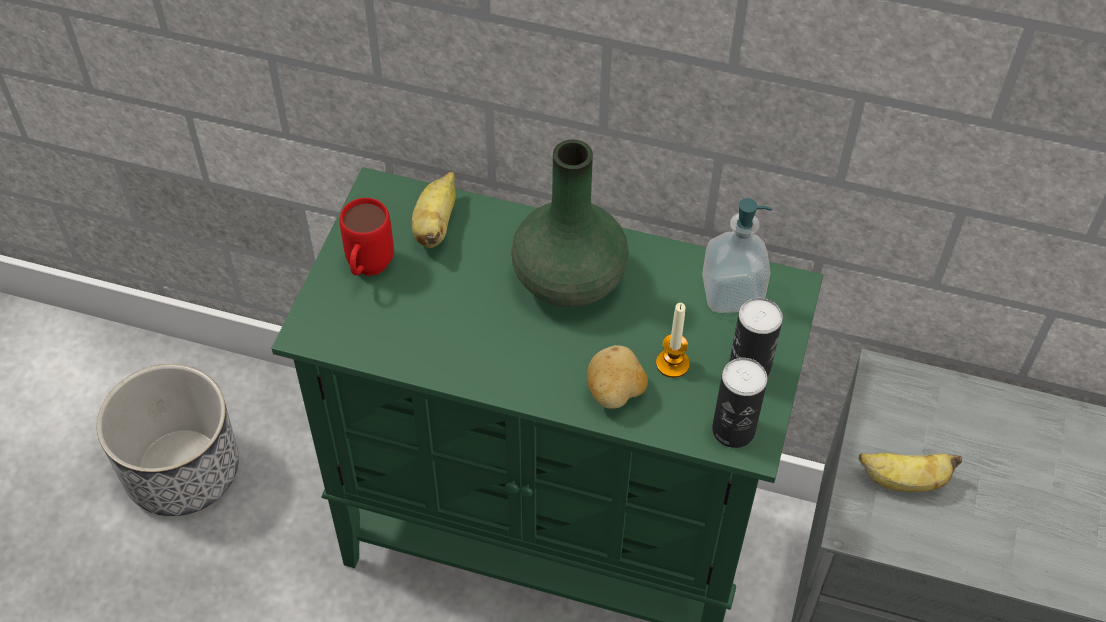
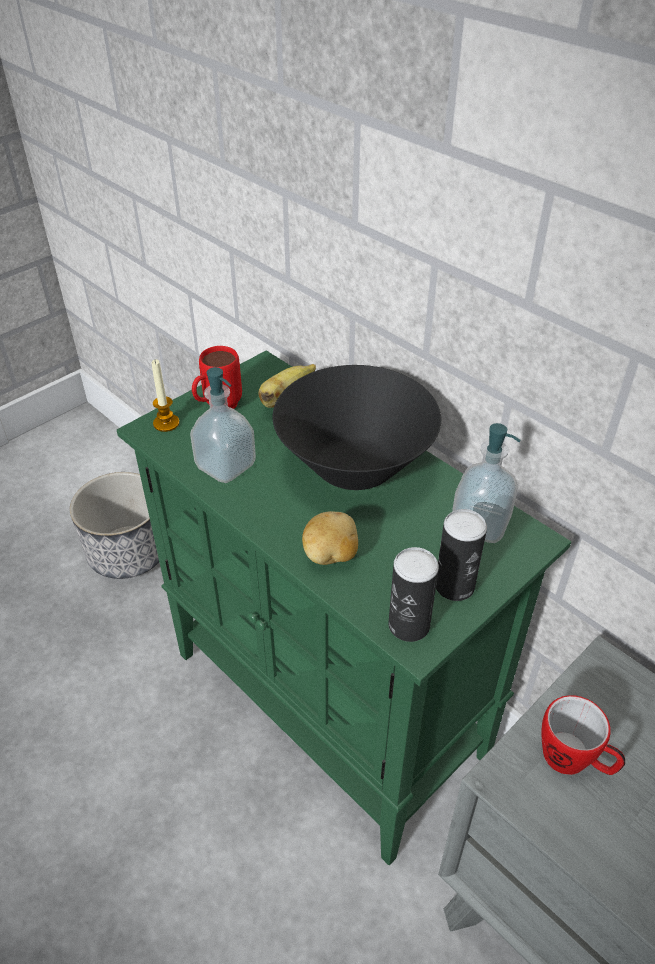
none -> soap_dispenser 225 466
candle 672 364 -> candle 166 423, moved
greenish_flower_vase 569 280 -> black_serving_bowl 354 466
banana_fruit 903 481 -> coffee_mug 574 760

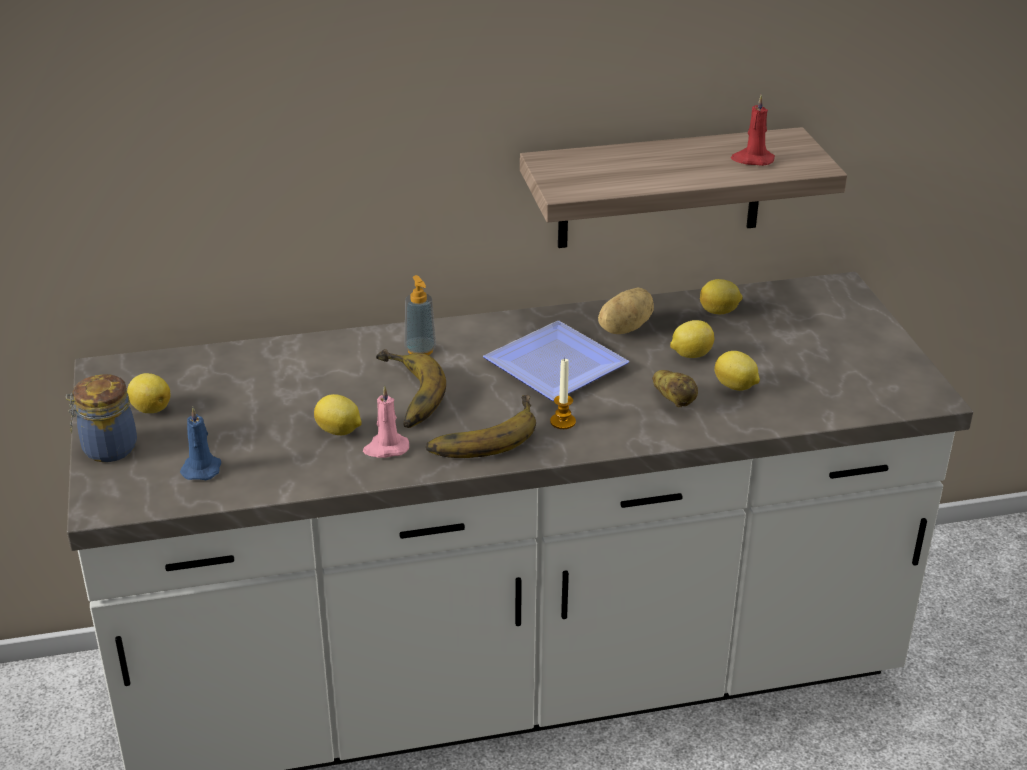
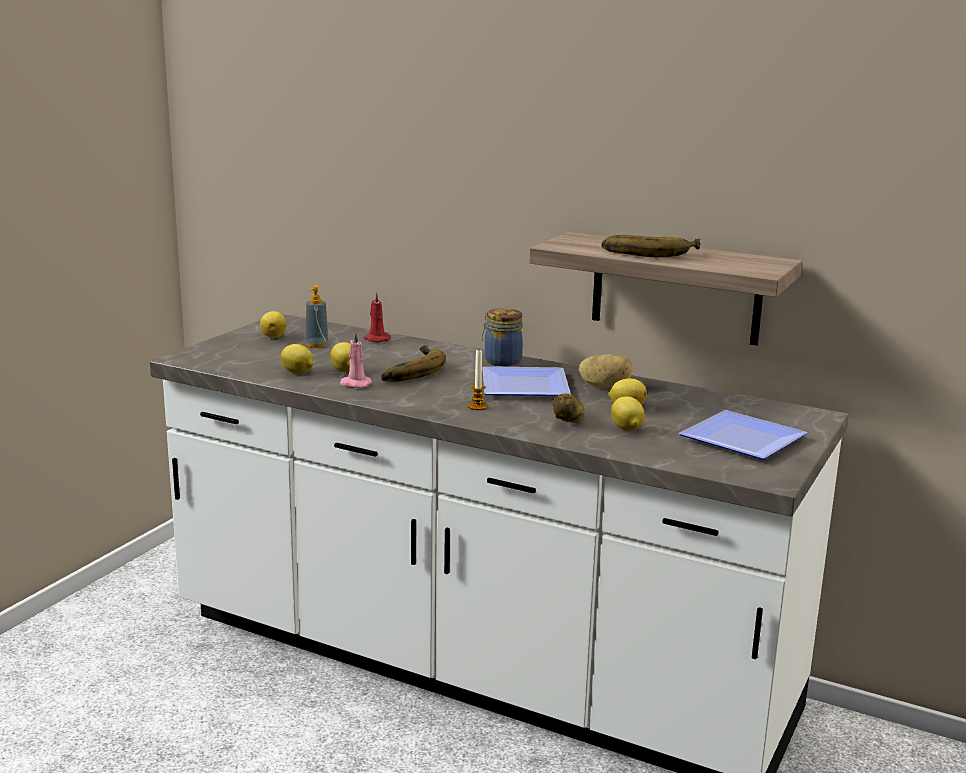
blue-coloured_candle 202 468 -> none
none -> flat_dish 741 438
preserve_jar 107 448 -> preserve_jar 501 361, moved
soap_dispenser 420 350 -> soap_dispenser 317 345, moved
banana_fruit 480 434 -> banana_fruit 649 251, moved
citrus_fruit 719 311 -> citrus_fruit 298 373, moved
reddish_candle 752 159 -> reddish_candle 376 339, moved

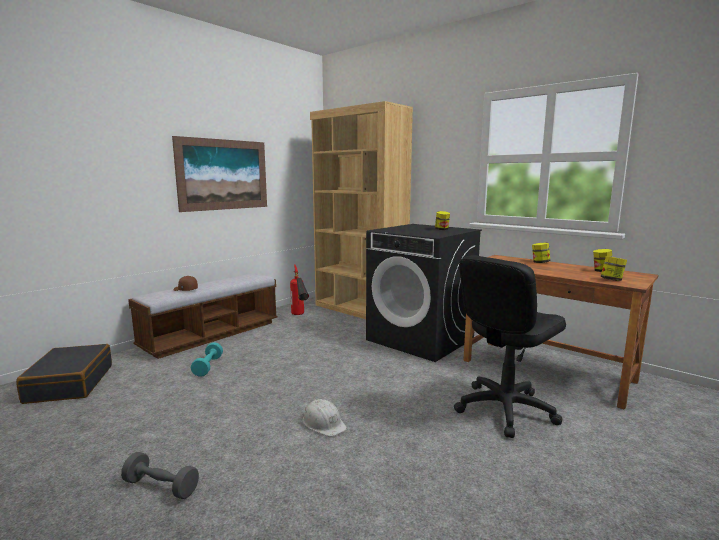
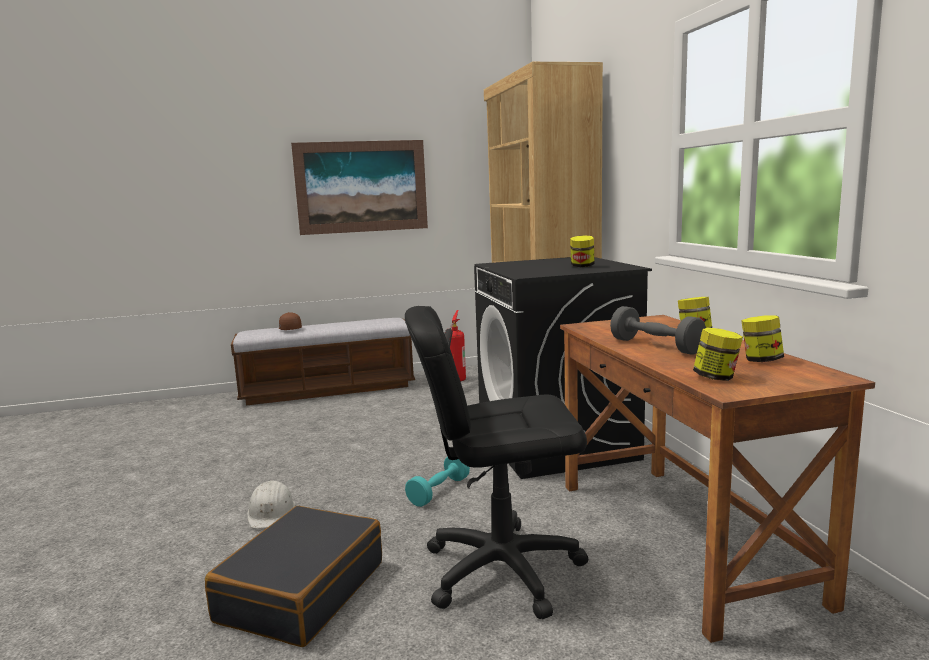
black_travel_case 69 383 -> black_travel_case 301 591, moved
grey_dumbbell 161 487 -> grey_dumbbell 656 346, moved
blue-green_dumbbell 208 366 -> blue-green_dumbbell 439 491, moved

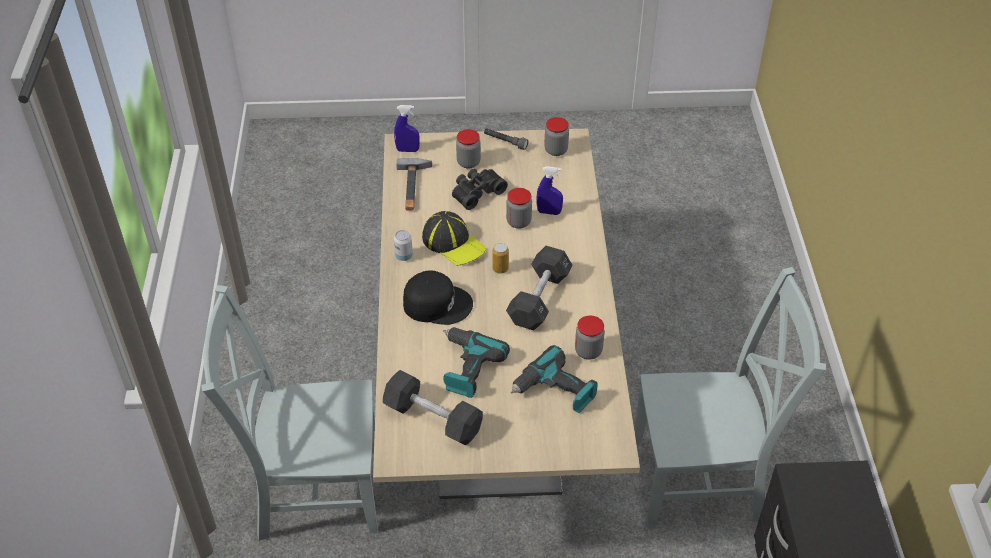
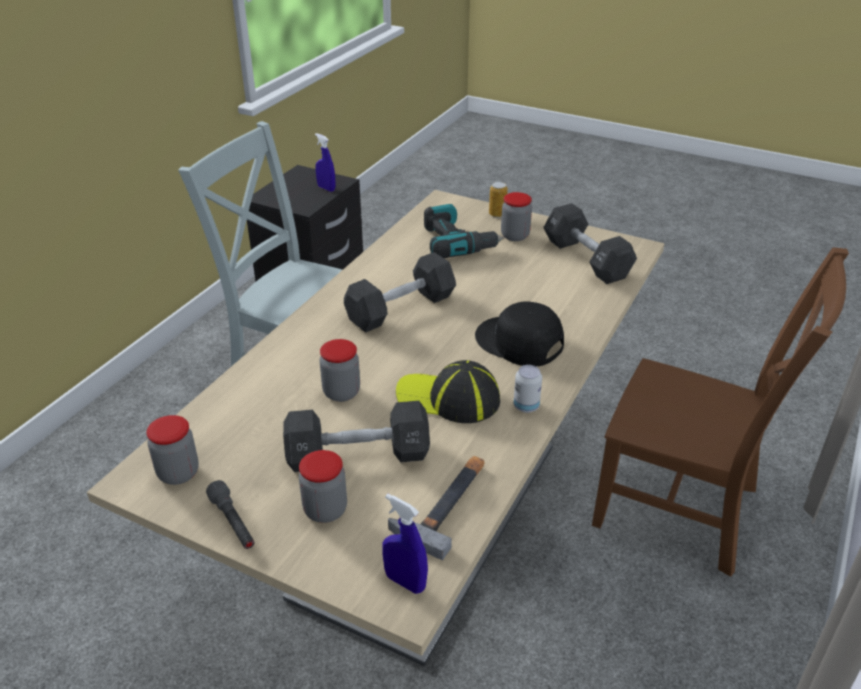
electric_drill 466 367 -> none
sealed_can 500 269 -> sealed_can 497 214, moved
blue-coloured_hand_sprayer 549 212 -> blue-coloured_hand_sprayer 326 188, moved
preserve_jar 588 351 -> preserve_jar 515 236, moved
black_field_glasses 476 192 -> black_dumbbell 358 455
grey_plain_chair 313 489 -> brown_plain_chair 683 510
peaked_cap 453 243 -> peaked_cap 448 399, 60 degrees counterclockwise

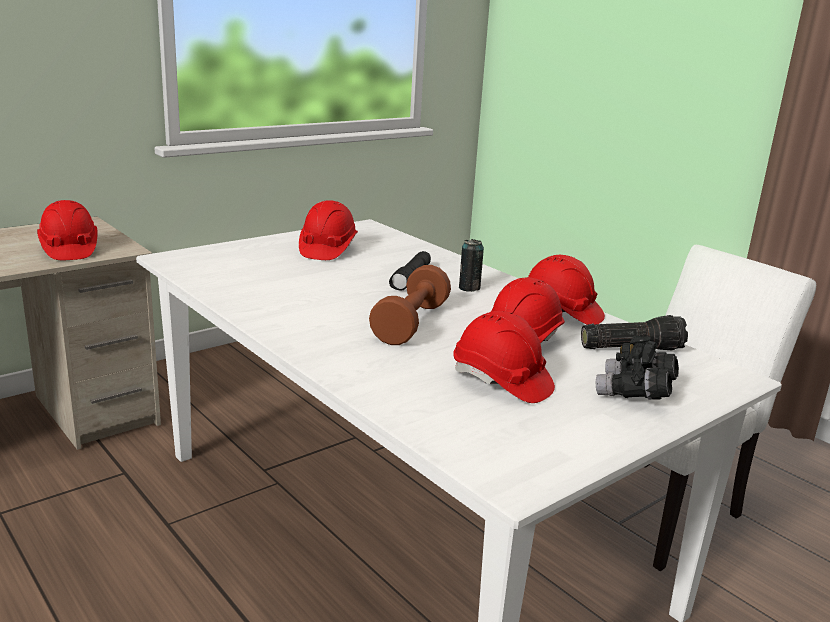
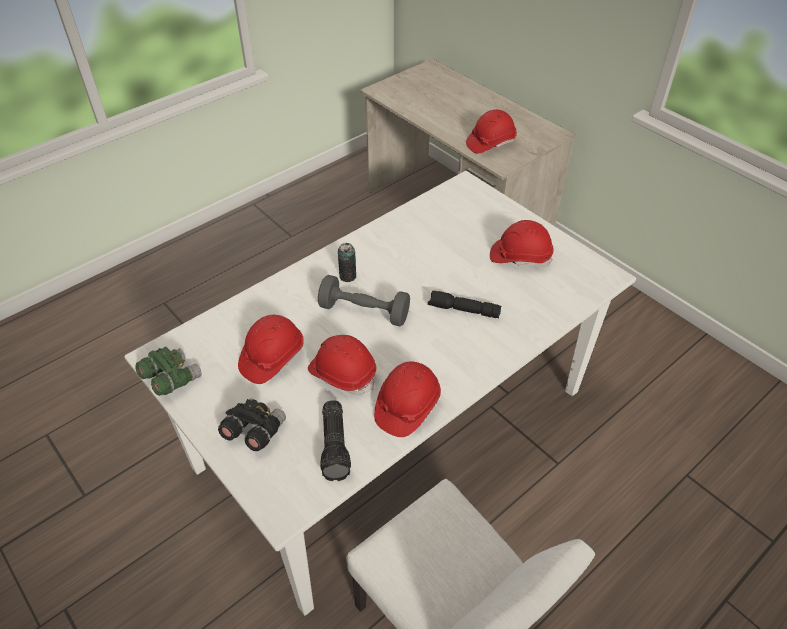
none -> greenish_field_glasses 171 379
sealed_can 469 288 -> sealed_can 347 276, moved
brown_dumbbell 411 324 -> grey_dumbbell 364 312

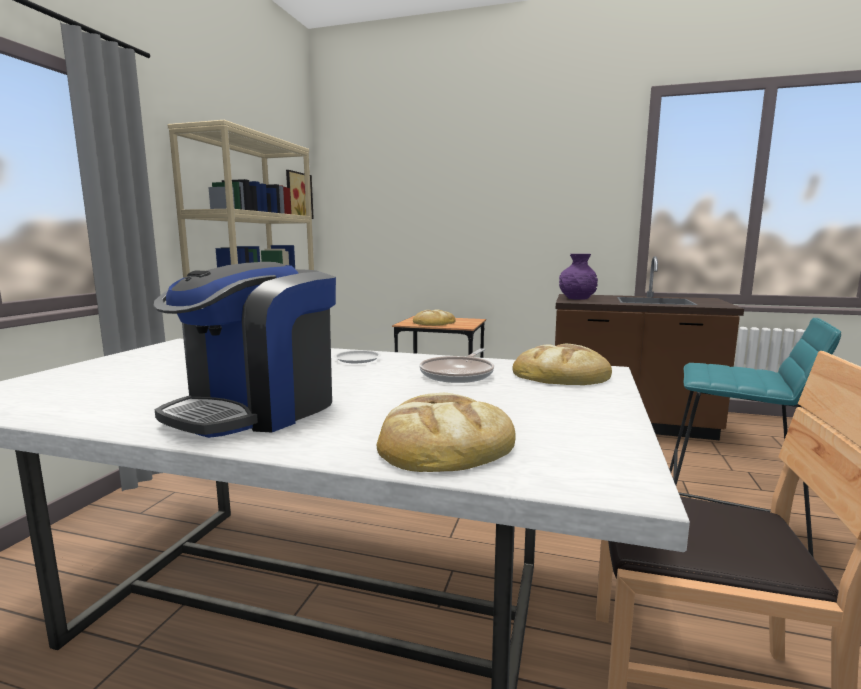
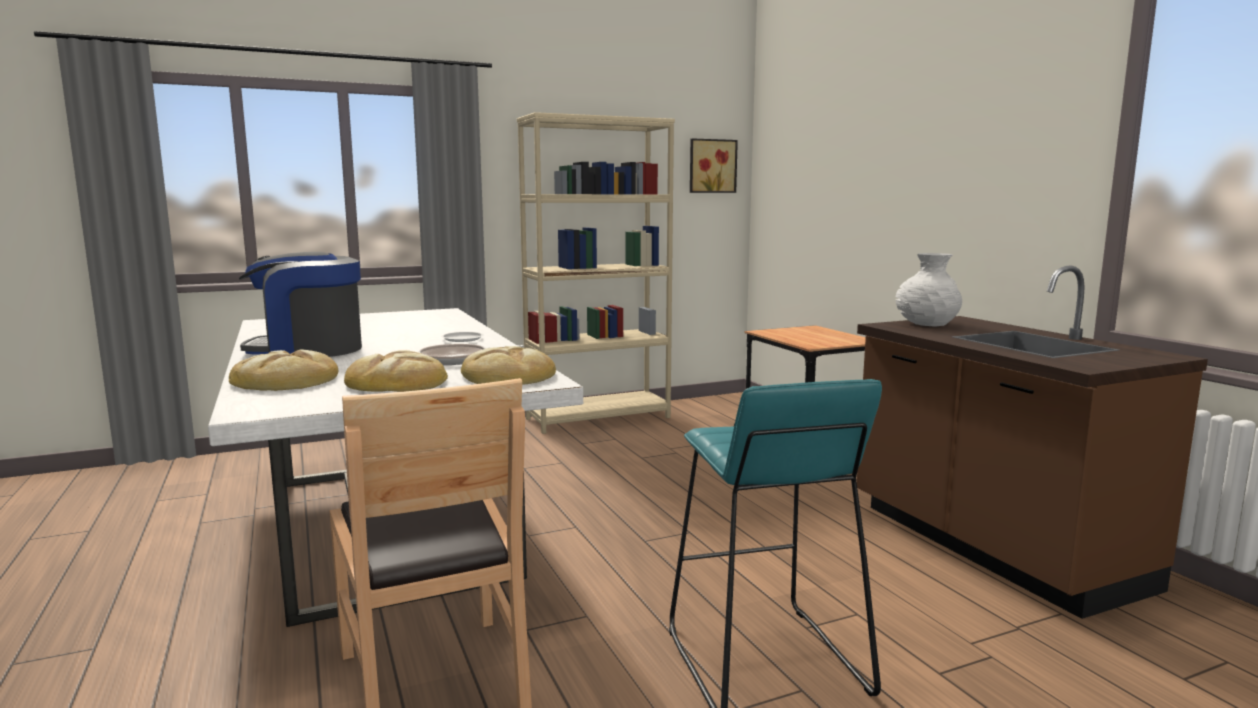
baked_bread 433 322 -> baked_bread 397 382, moved
purple_flower_vase 576 298 -> white_flower_vase 926 324

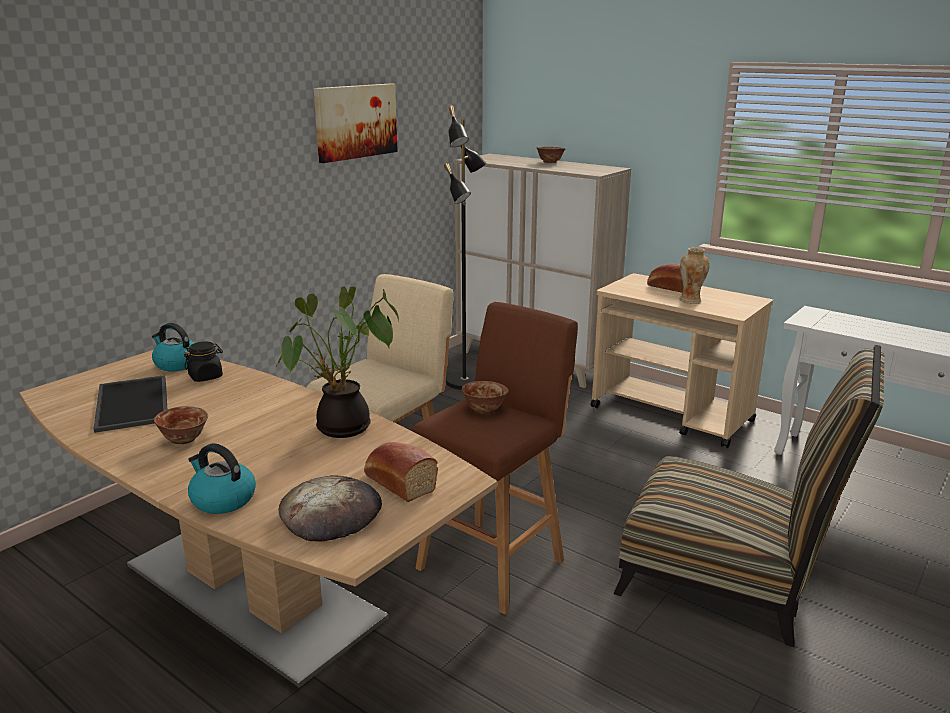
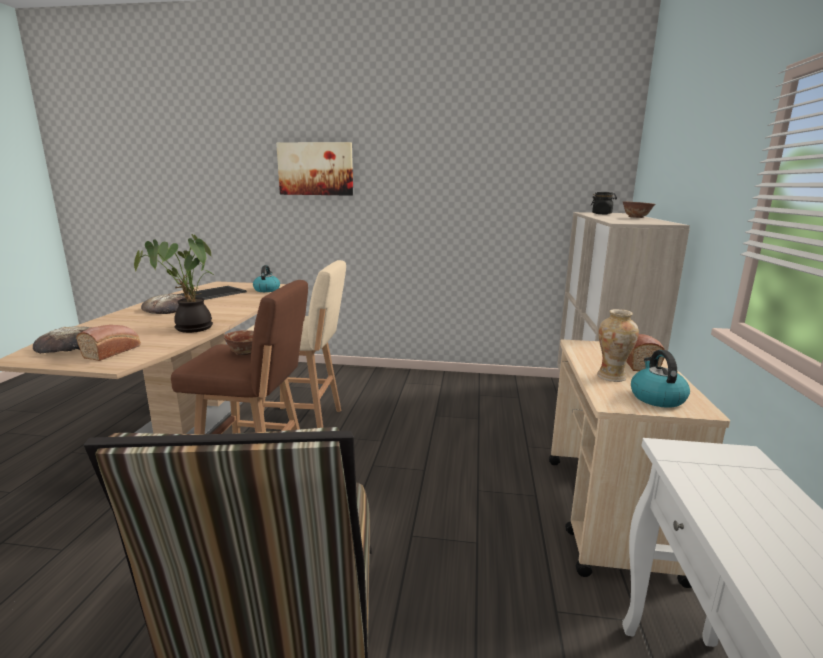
black_standard_lamp 465 382 -> none
black_preserve_jar 206 376 -> black_preserve_jar 602 214, moved
tea_kettle 222 499 -> tea_kettle 656 398, moved
wall_art 355 121 -> wall_art 315 169, moved
serving_bowl 184 439 -> baked_bread 168 308

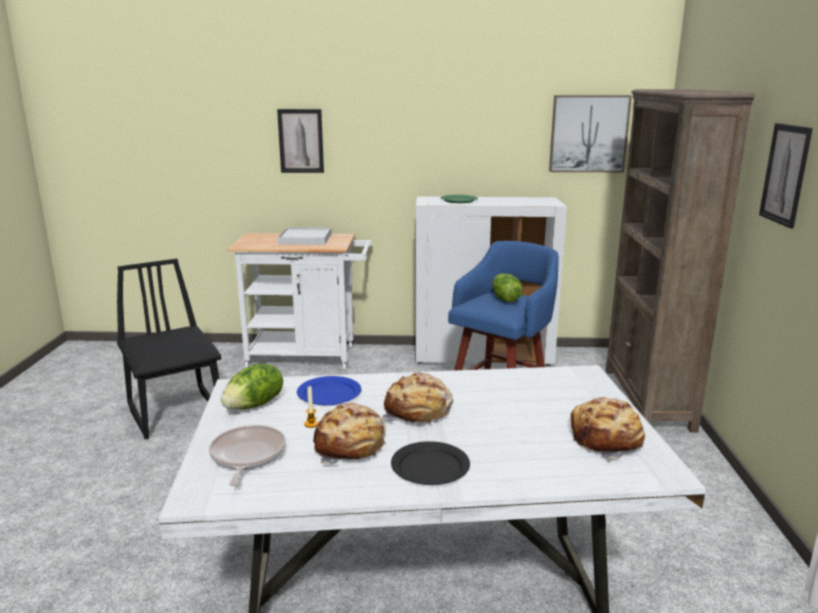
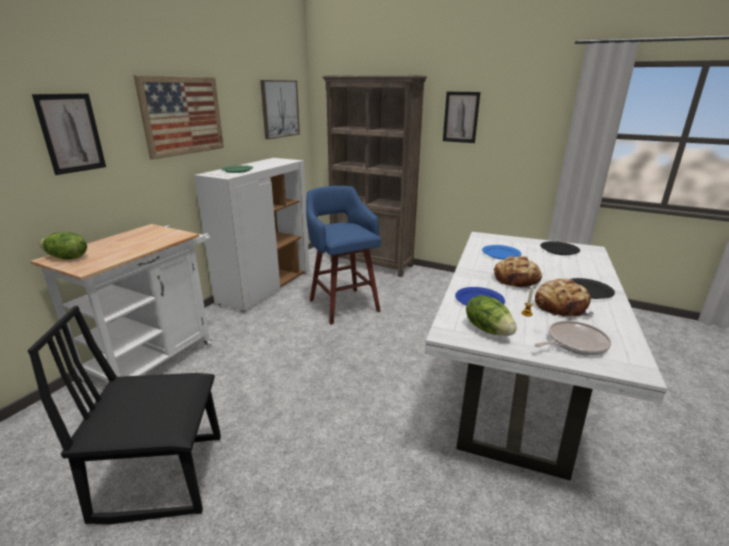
white_tray 305 239 -> none
none -> wall_art 183 116
none -> blue-coloured_flat_dish 501 254
lettuce 504 299 -> lettuce 66 258, moved
baked_bread 607 439 -> black_flat_dish 559 250
pan 247 456 -> pan 574 343, 135 degrees clockwise

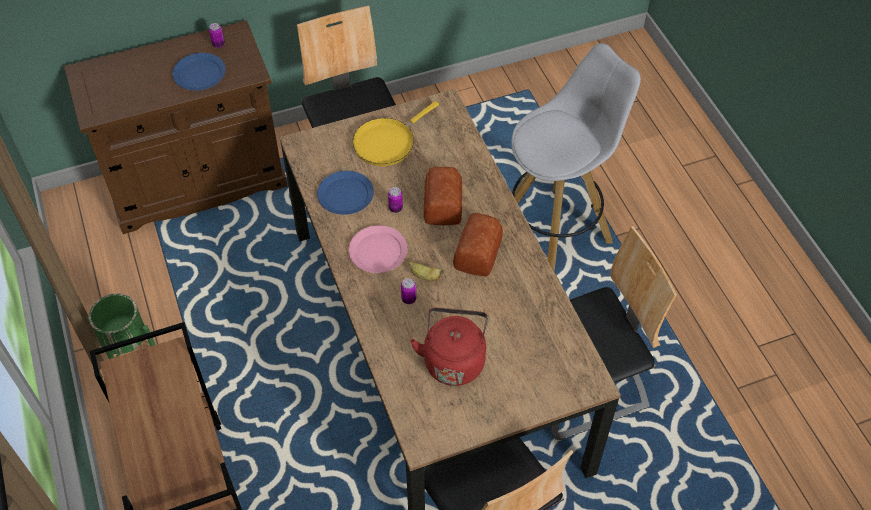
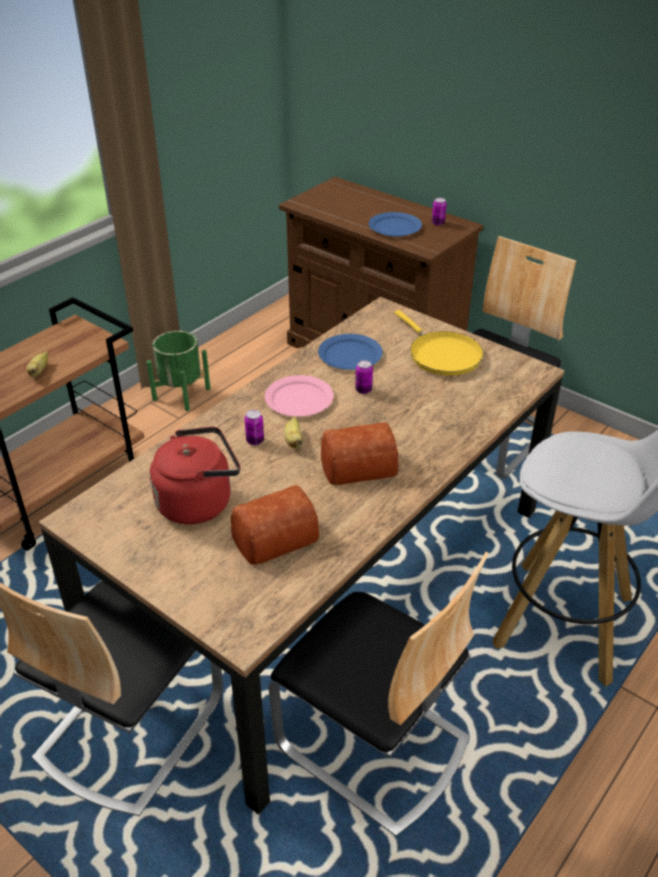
none -> banana_fruit 39 371
baked_bread 441 205 -> baked_bread 273 537, moved
yellow_pan 387 142 -> yellow_pan 441 355, 135 degrees counterclockwise

